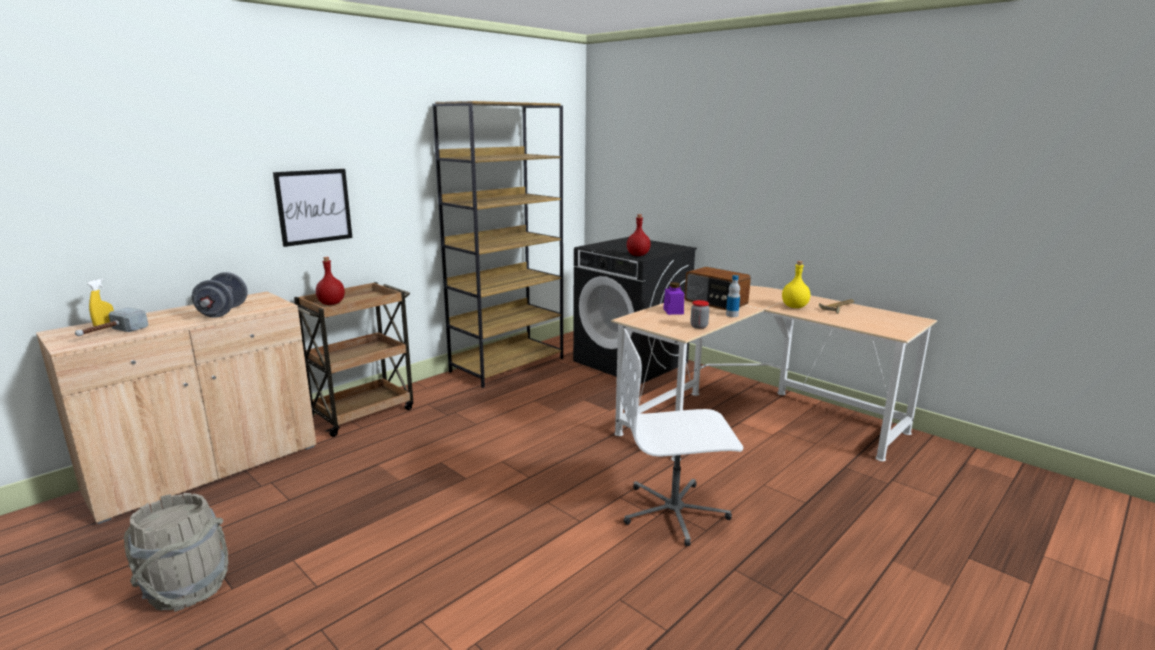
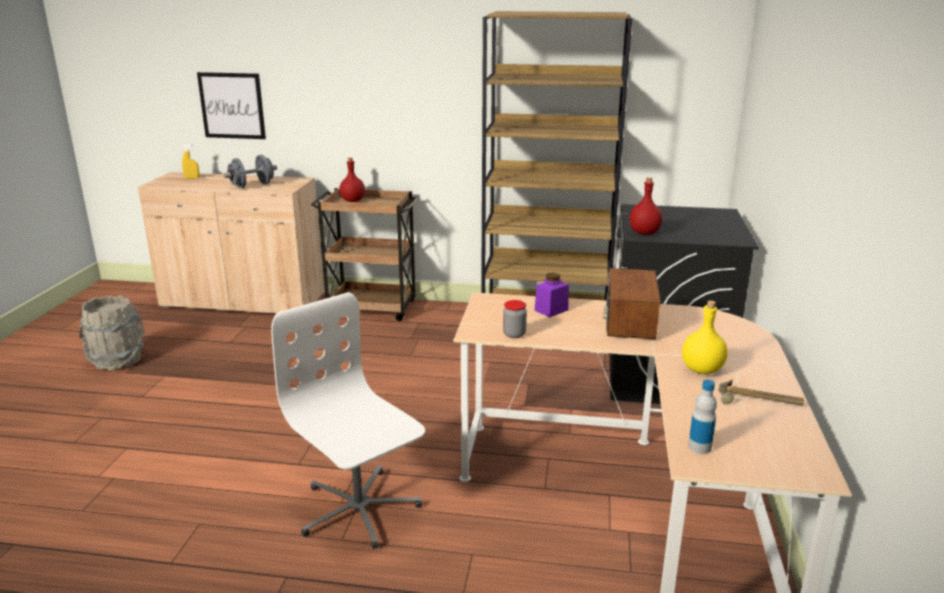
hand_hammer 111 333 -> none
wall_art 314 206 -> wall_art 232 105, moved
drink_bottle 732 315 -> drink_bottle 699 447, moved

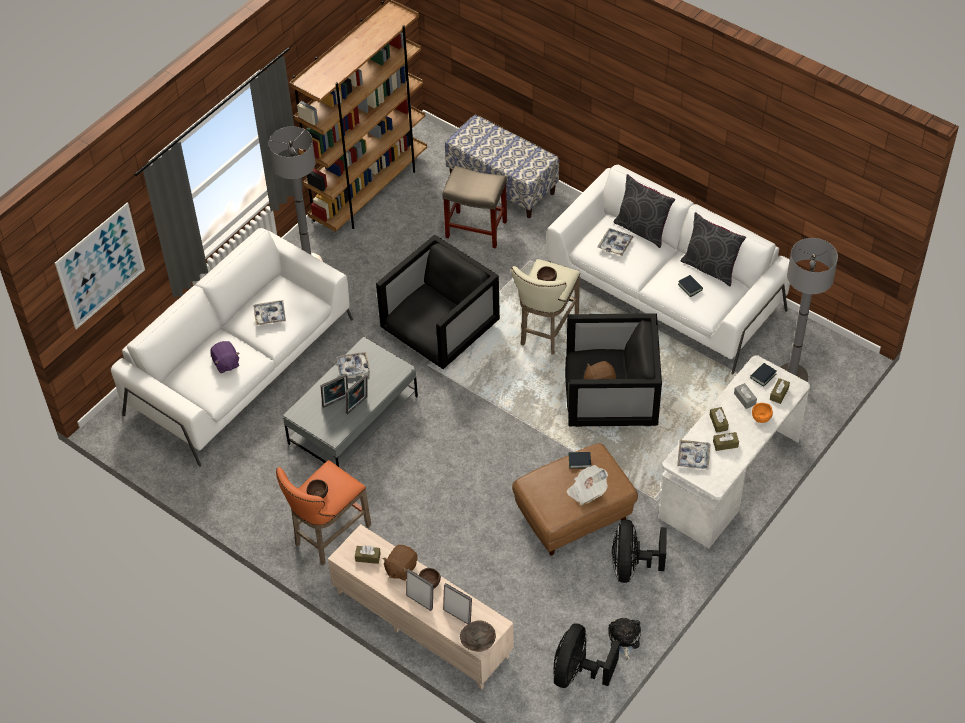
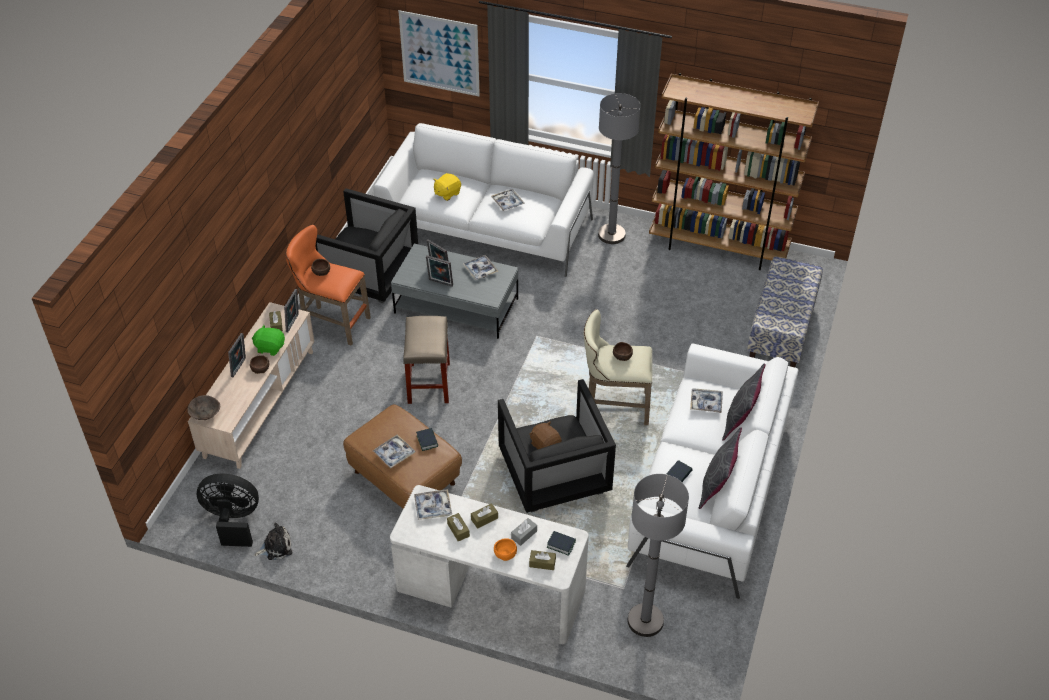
black_fan 632 566 -> none
black_easy_chair 440 330 -> black_easy_chair 367 273, moved
sand-coloured_sitting_stool 475 229 -> sand-coloured_sitting_stool 428 382, moved
photo_frame 458 615 -> photo_frame 293 323, moved
daily_paper 587 491 -> tray 394 454
purple_soft_toy 226 363 -> yellow_soft_toy 447 193
brown_soft_toy 401 568 -> greenish_soft_toy 270 347

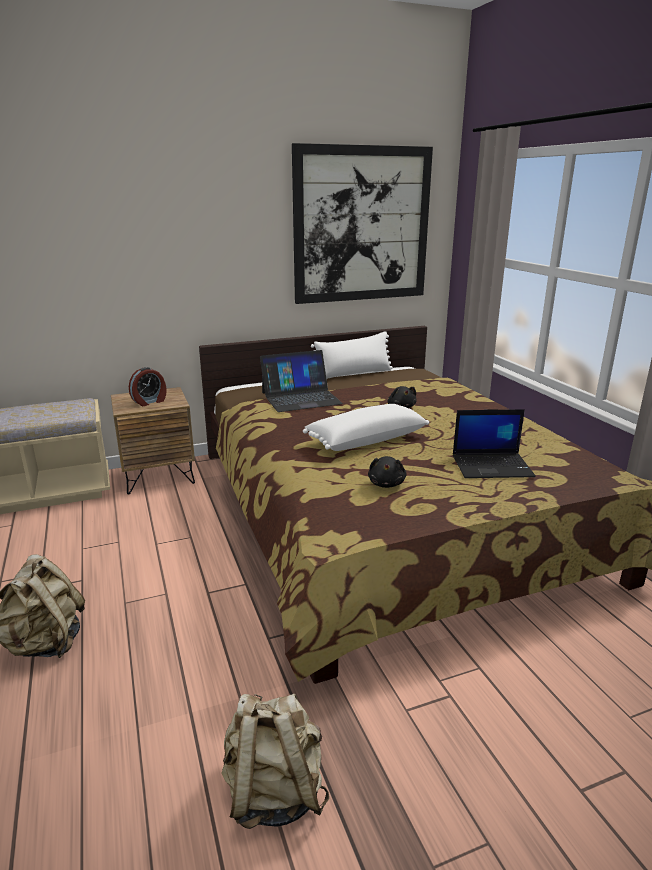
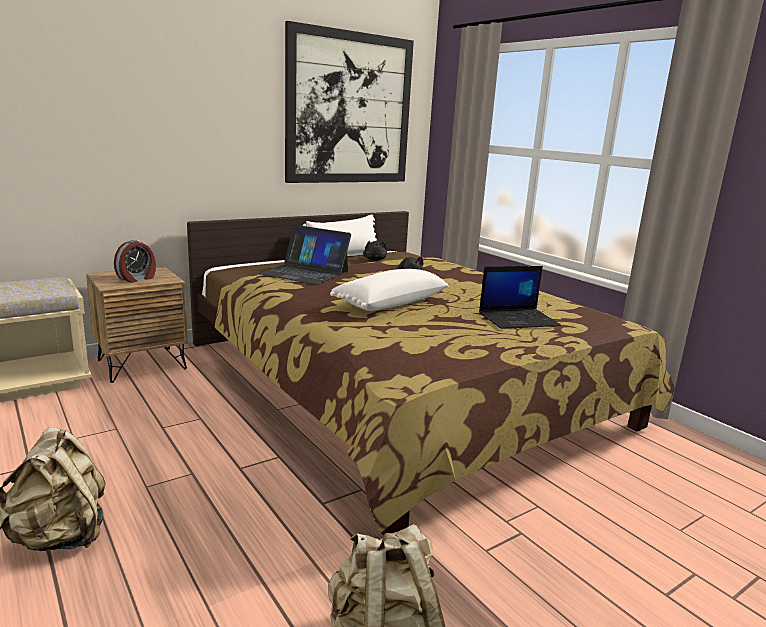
black_soft_toy 386 484 -> black_soft_toy 375 260, moved
laptop 301 398 -> laptop 304 272, 60 degrees clockwise

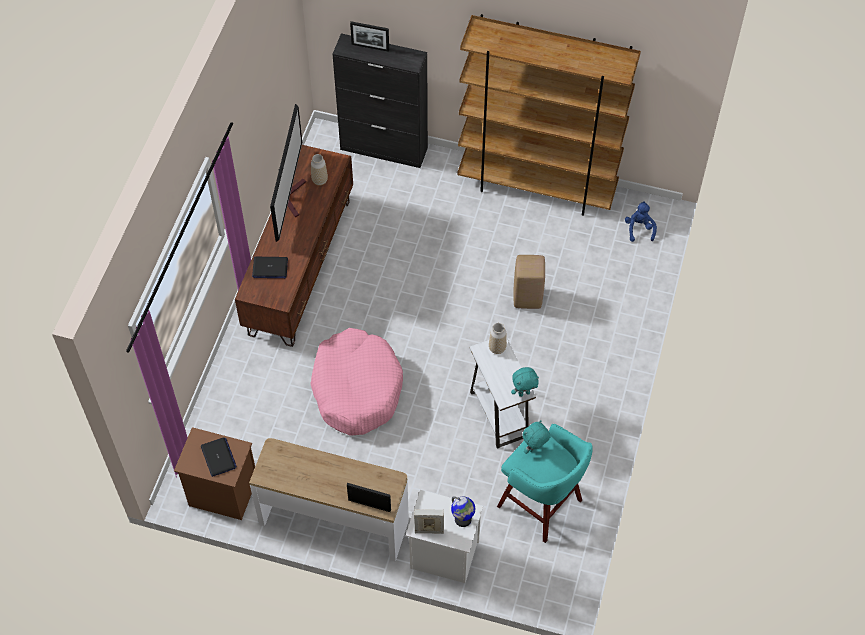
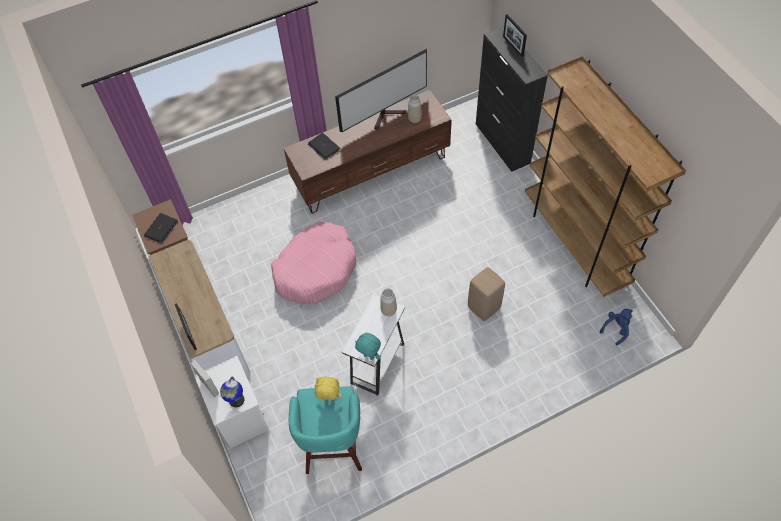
blue-green_soft_toy 534 448 -> yellow_soft_toy 329 398

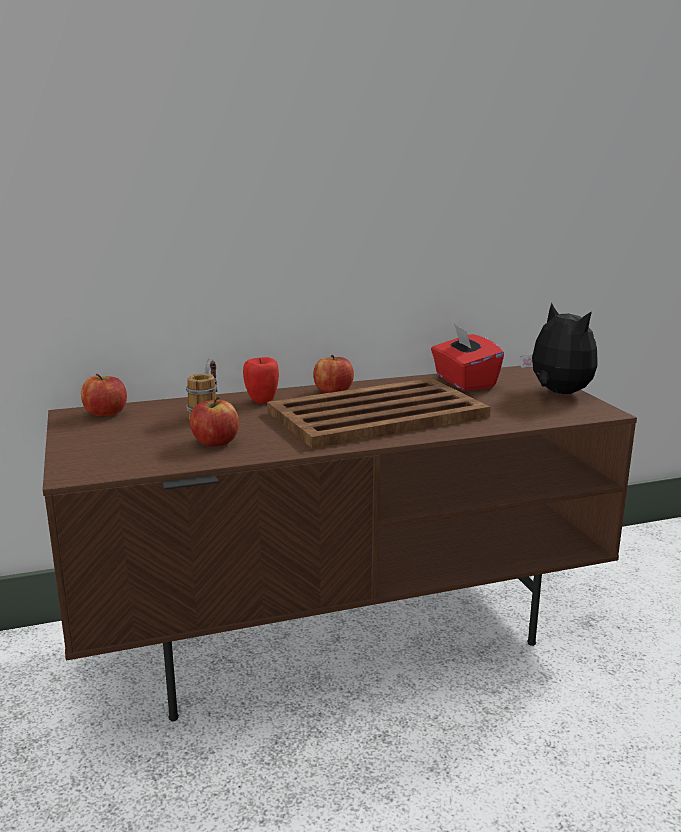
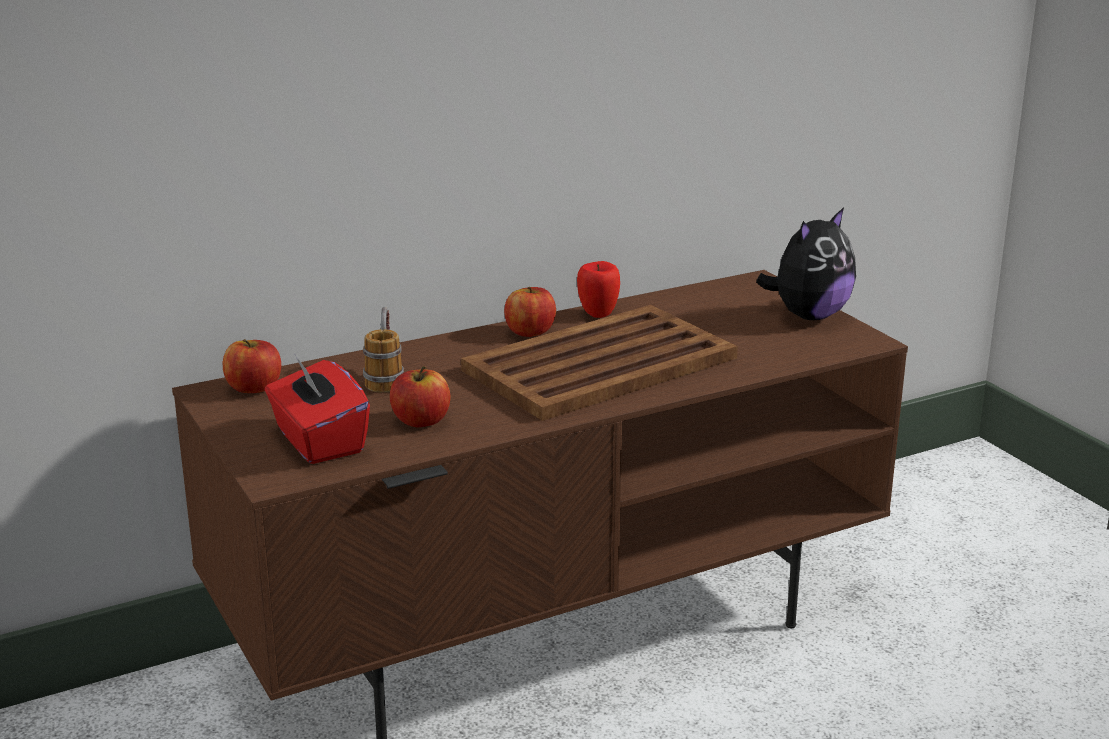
apple_fruit 262 400 -> apple_fruit 598 314, moved
reddish_tissue_holder 464 382 -> reddish_tissue_holder 318 441, moved
soft_toy 557 393 -> soft_toy 809 315, 90 degrees clockwise

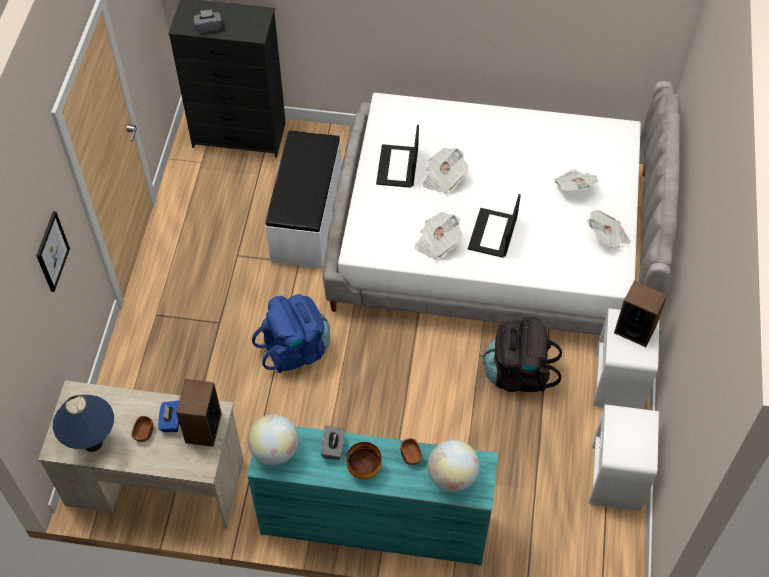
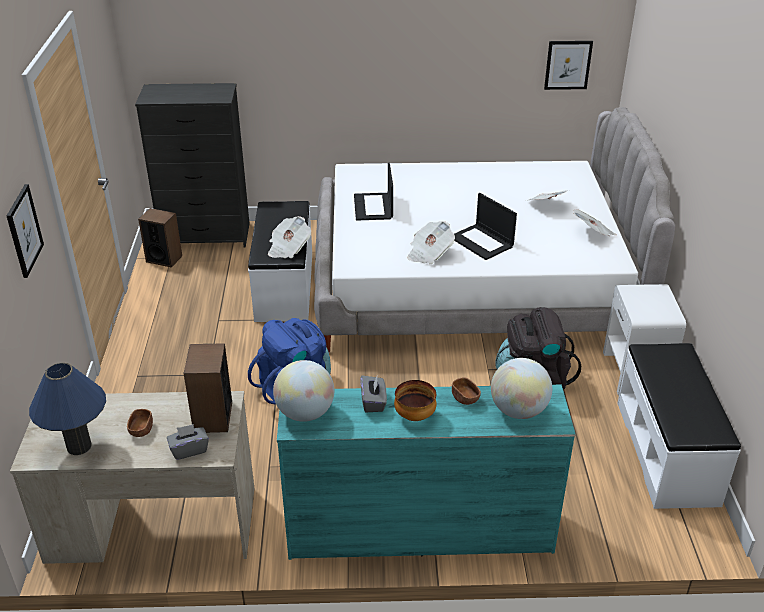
blue-coloured_tissue_holder 171 421 -> none
none -> wall_art 568 65
grey_tissue_holder 208 27 -> grey_tissue_holder 189 450, moved
daily_paper 443 178 -> daily_paper 288 248, moved
loudspeaker 635 330 -> loudspeaker 164 258, moved
white_nightstand 616 477 -> white_indoor_bench 667 452
laptop 493 234 -> laptop 482 242, 45 degrees counterclockwise

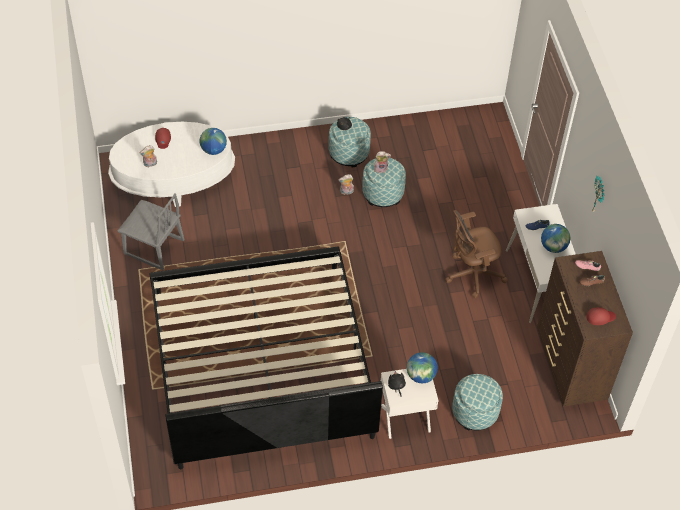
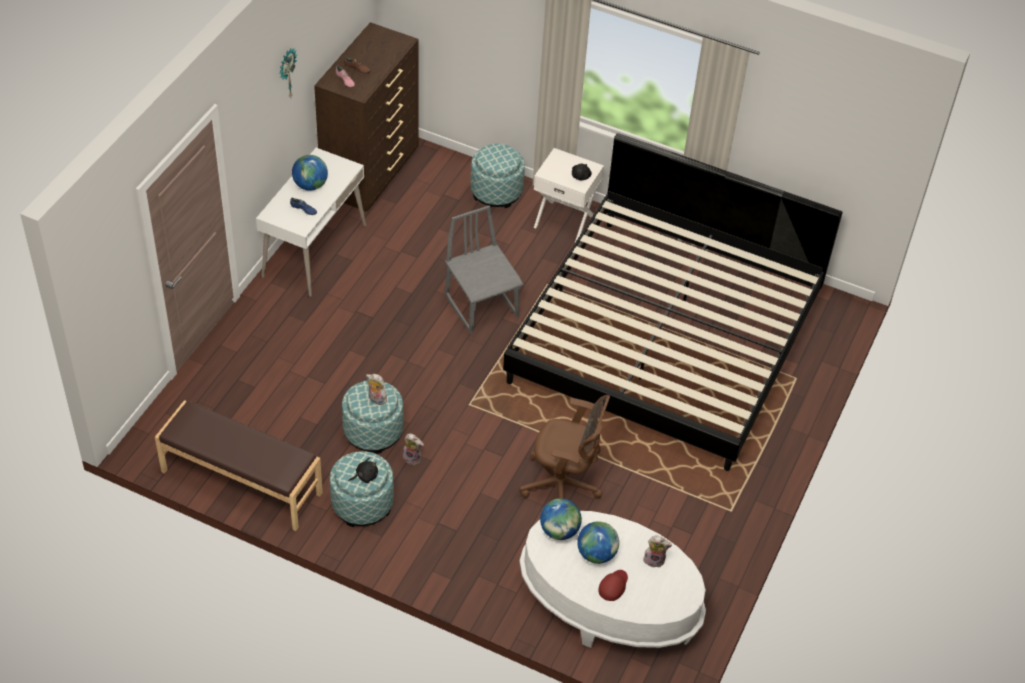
reddish_peaked_cap 600 317 -> none
none -> brown_indoor_bench 241 483
grey_plain_chair 153 248 -> grey_plain_chair 482 305, moved
globe 421 376 -> globe 596 554, moved
brown_office_chair 471 275 -> brown_office_chair 563 486, moved

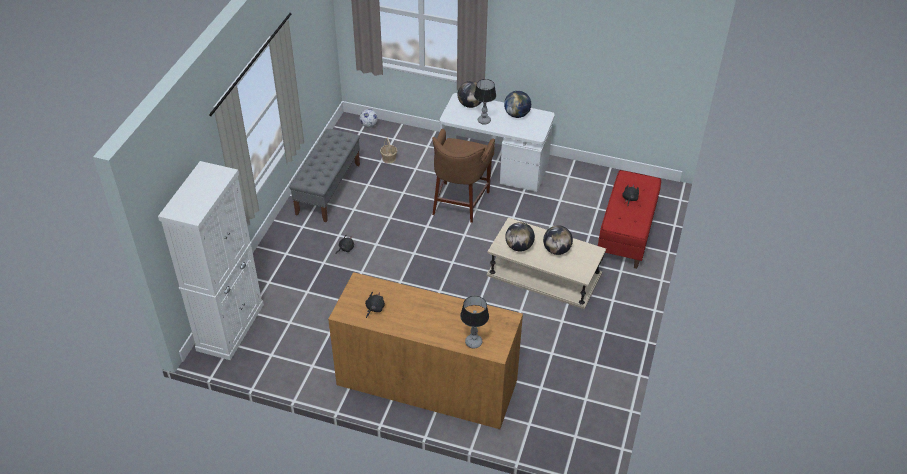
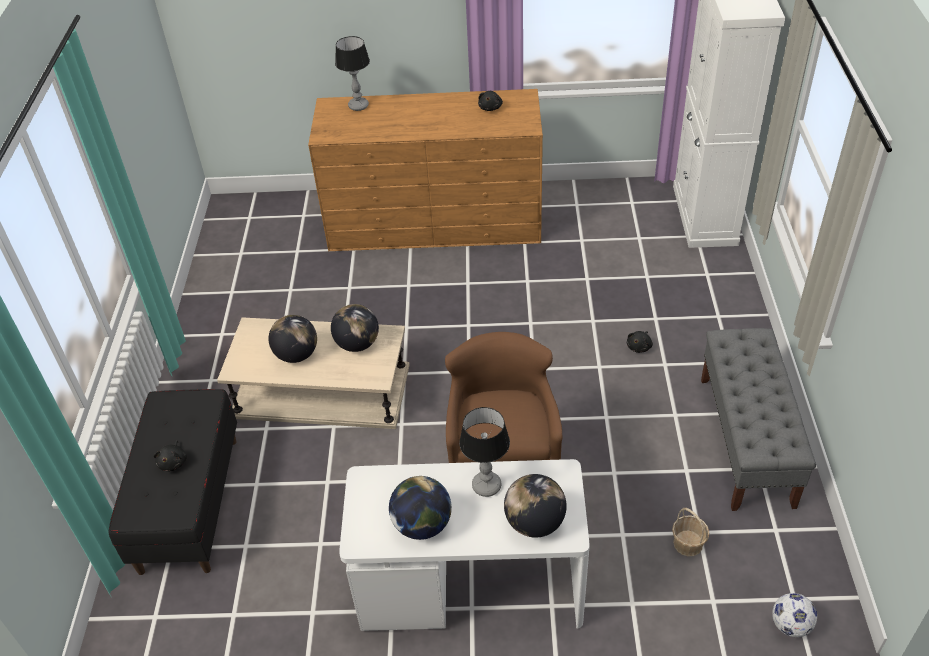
reddish_indoor_bench 626 234 -> black_indoor_bench 189 503

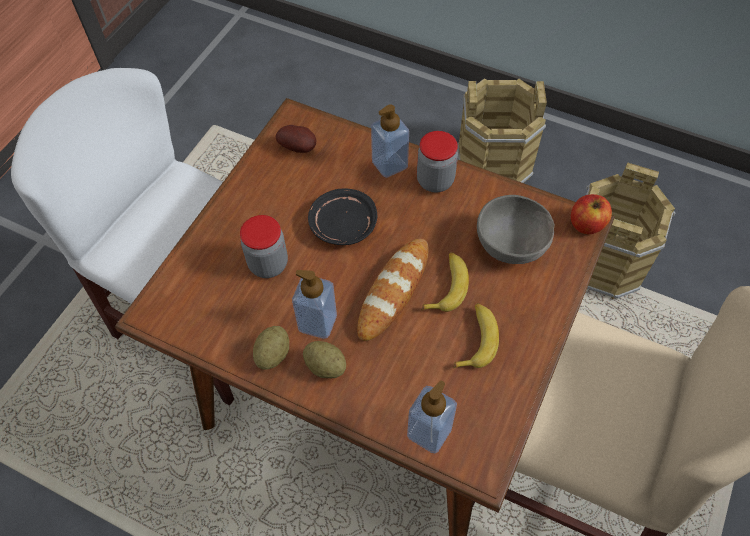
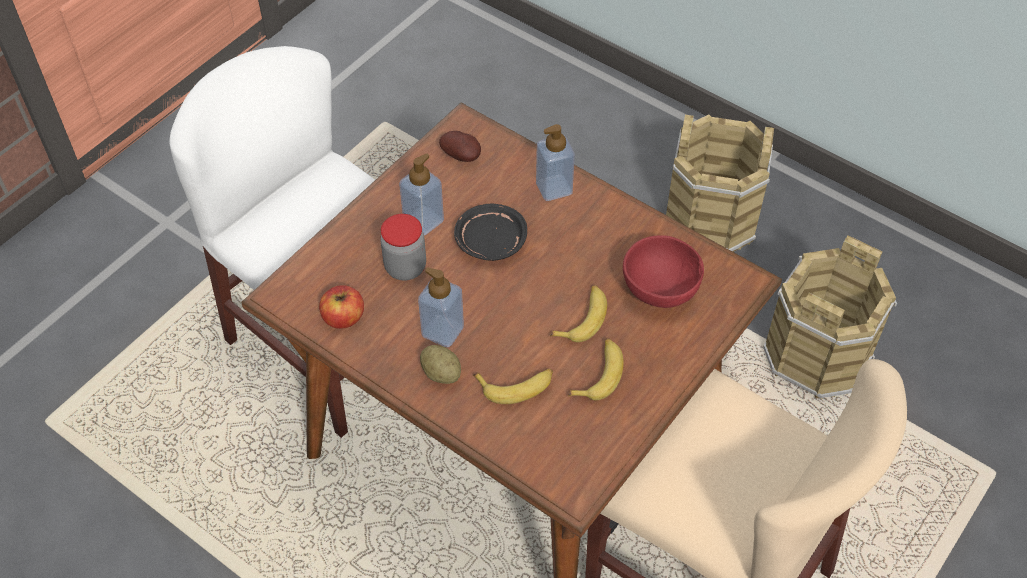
spud 273 354 -> none
baked_bread 393 291 -> none
preserve_jar 435 181 -> none
none -> banana_fruit 516 386
soap_dispenser 429 432 -> soap_dispenser 423 221, moved
apple_fruit 586 224 -> apple_fruit 343 318, moved
grey_serving_bowl 511 248 -> reddish_serving_bowl 660 292

